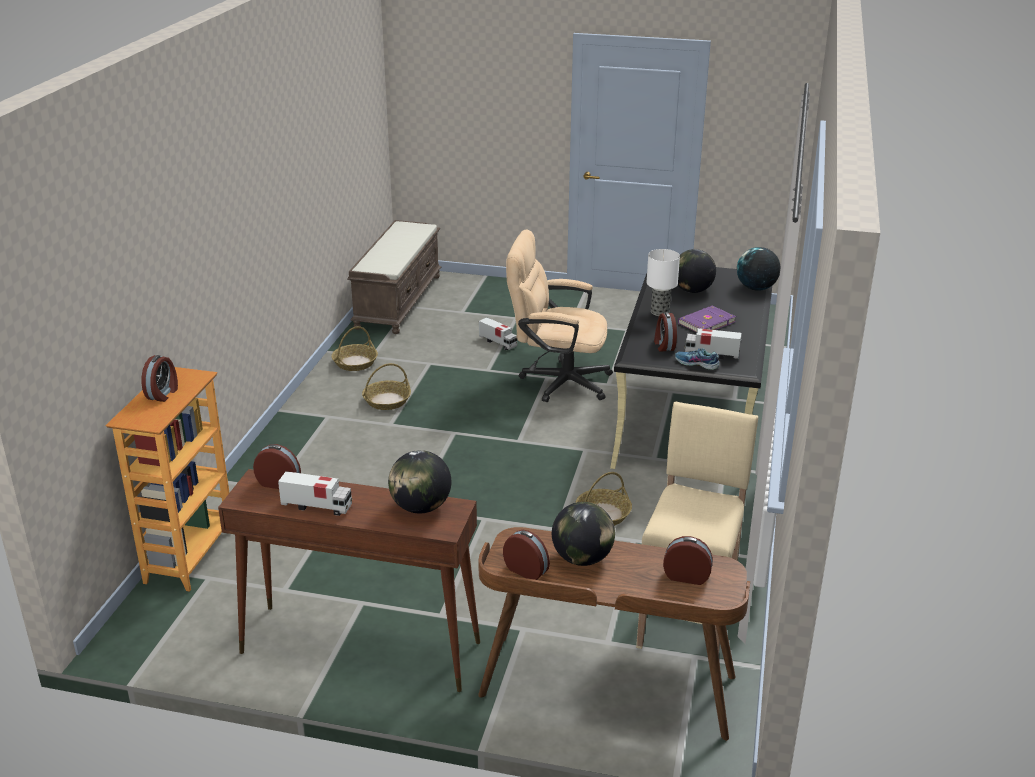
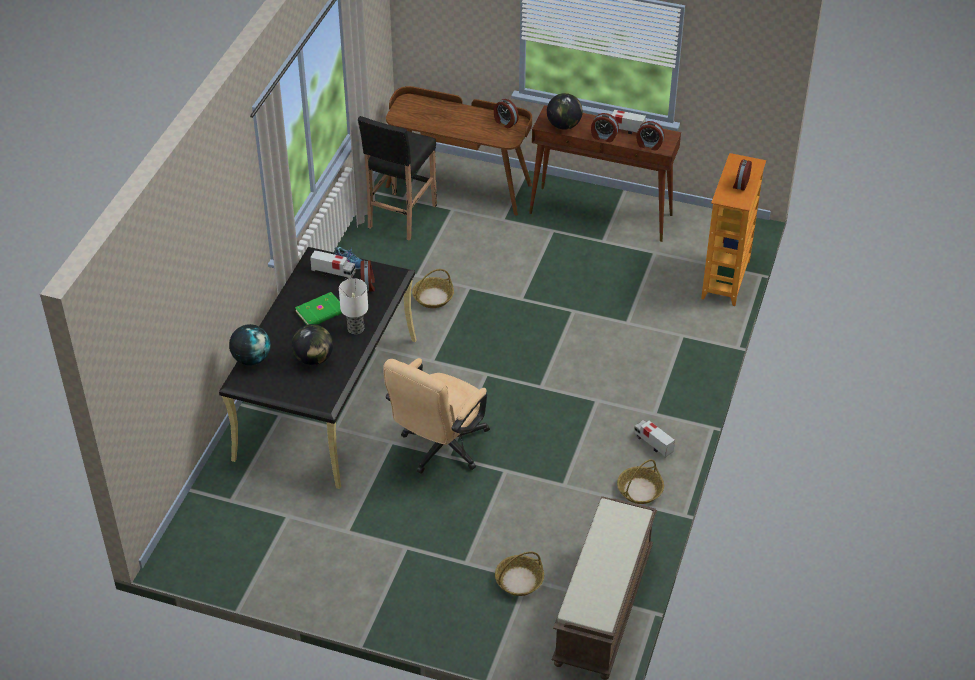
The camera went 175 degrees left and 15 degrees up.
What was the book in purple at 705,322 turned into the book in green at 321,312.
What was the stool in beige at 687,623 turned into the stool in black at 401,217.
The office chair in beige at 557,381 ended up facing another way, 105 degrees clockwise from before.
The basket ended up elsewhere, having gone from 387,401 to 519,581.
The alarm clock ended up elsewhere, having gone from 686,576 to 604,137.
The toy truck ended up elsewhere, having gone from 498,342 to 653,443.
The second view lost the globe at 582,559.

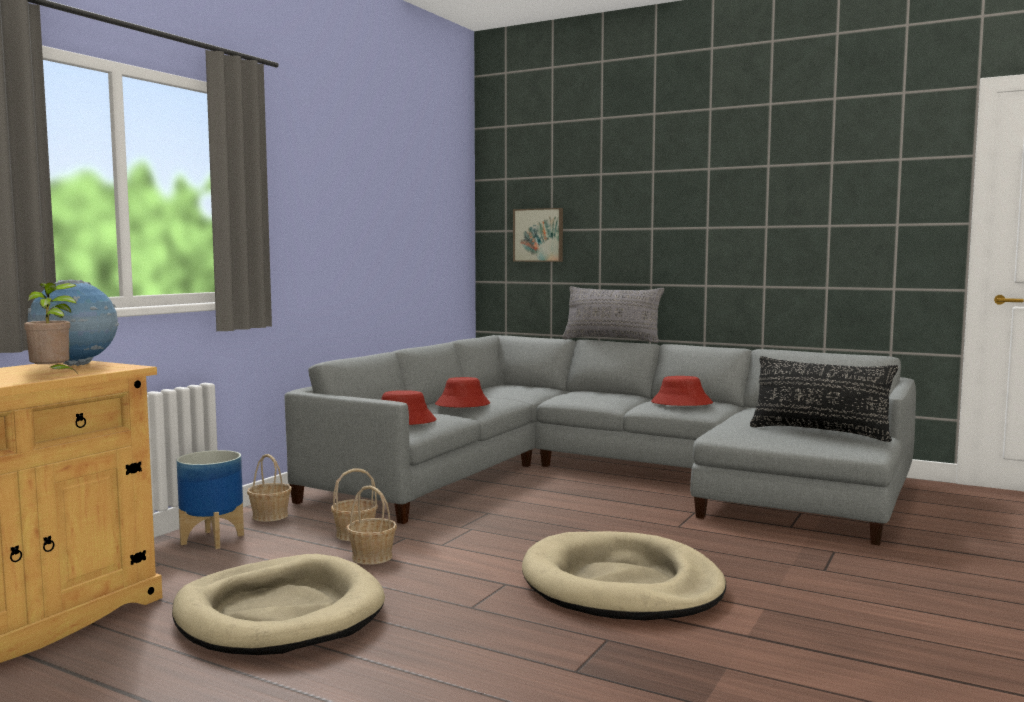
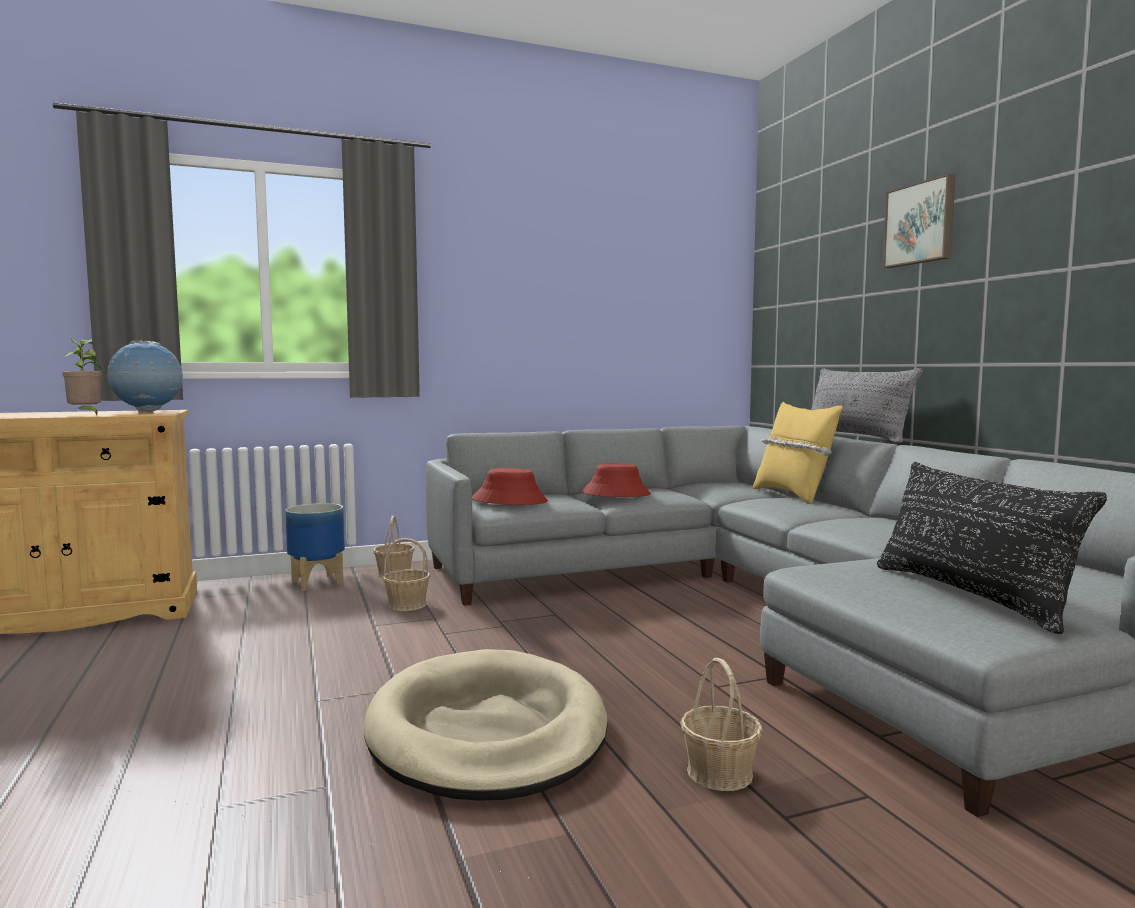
The camera went 40 degrees right and 0 degrees up.
The basket ended up elsewhere, having gone from 372,557 to 720,772.
The second view gained the pillow in yellow at 793,495.
The picture ended up elsewhere, having gone from 539,235 to 920,223.
The second view lost the dog bed in beige at 279,614.
The second view lost the hat in red at 681,403.

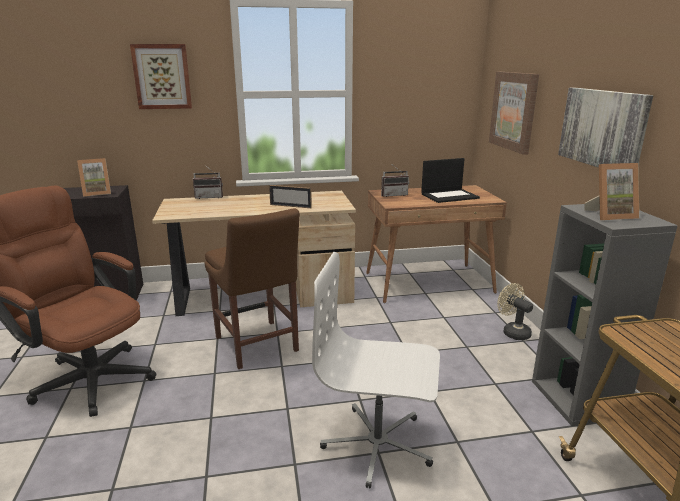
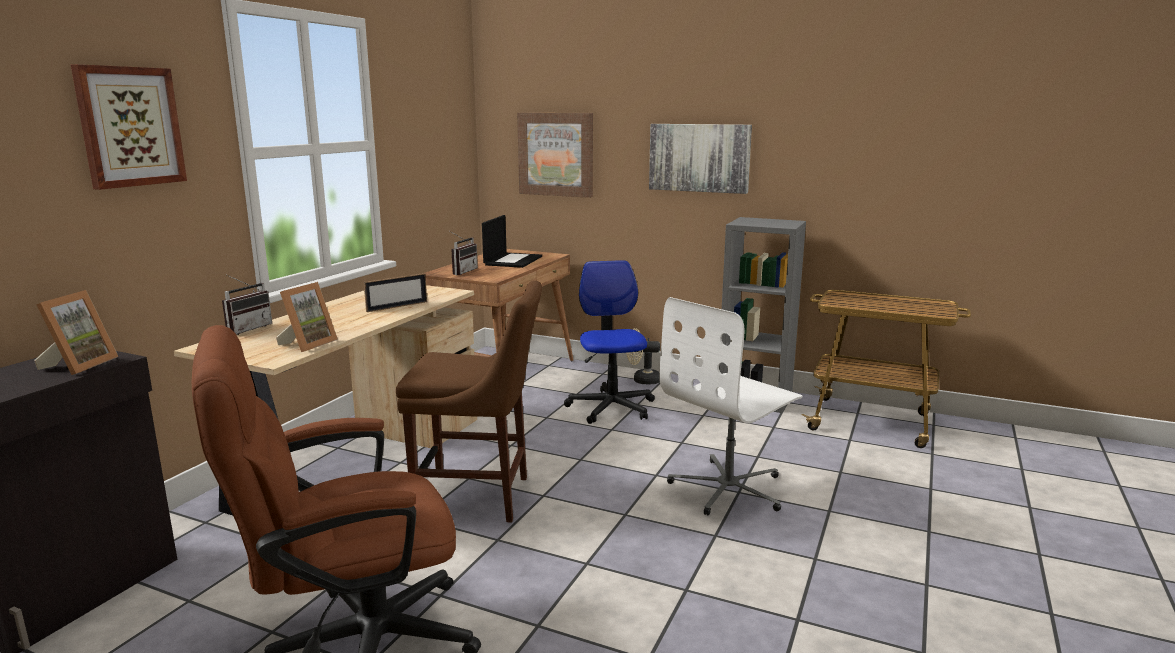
The camera went 55 degrees left and 5 degrees down.
The picture frame ended up elsewhere, having gone from 610,215 to 308,344.
The second view gained the office chair at 611,407.

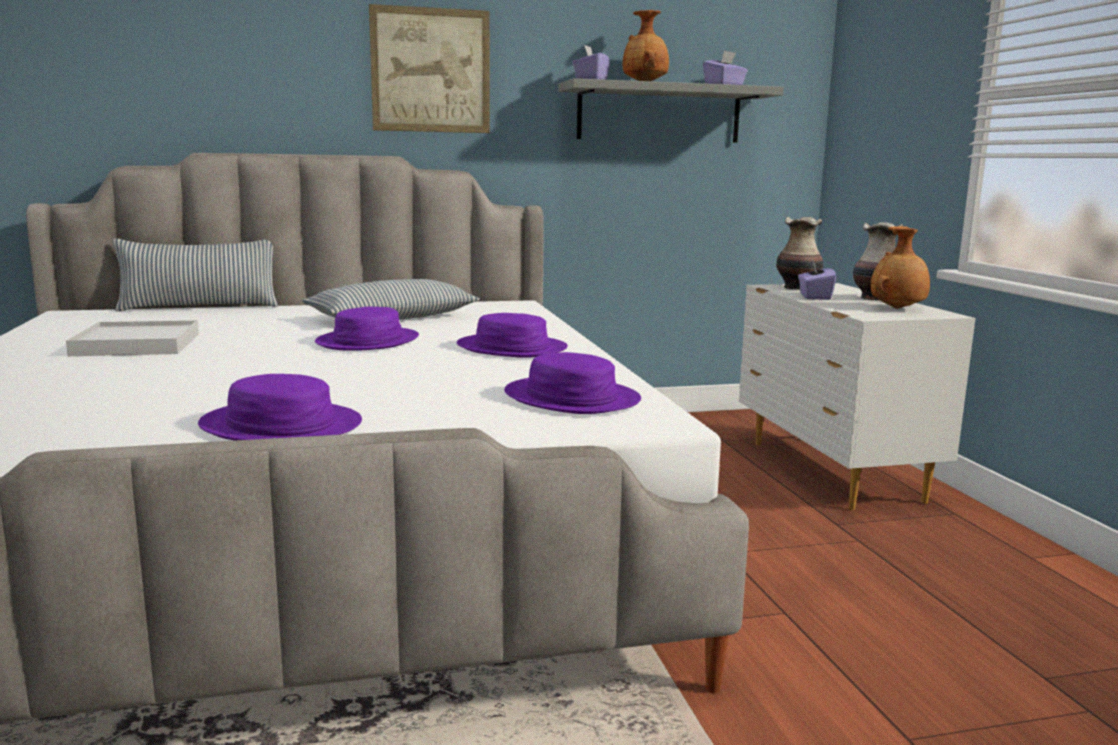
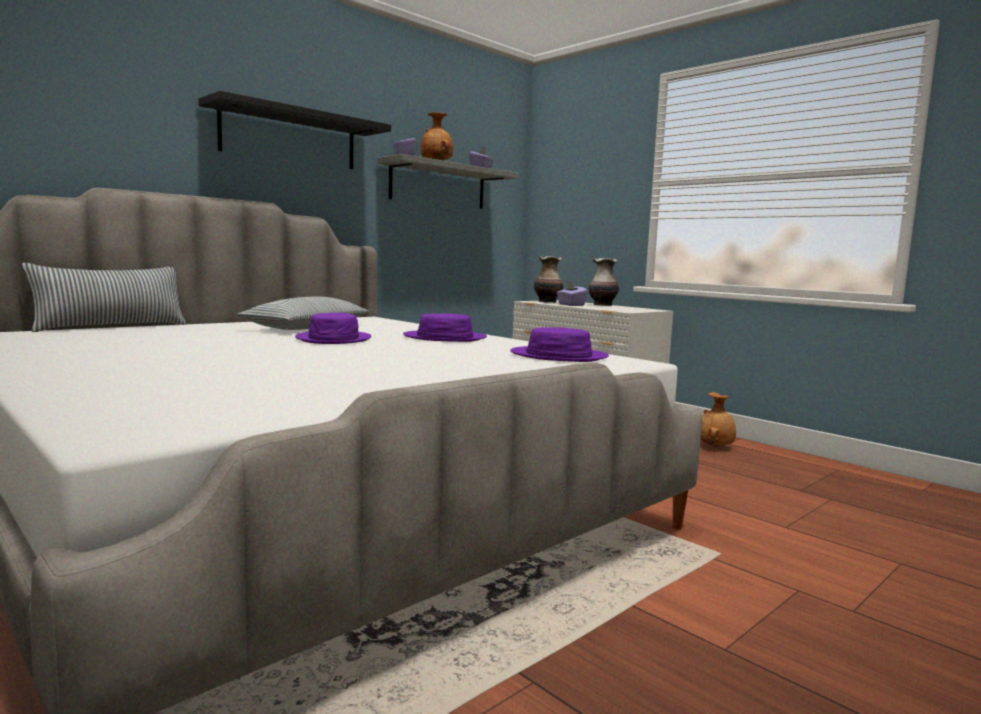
The camera went 30 degrees left and 5 degrees down.
Where the picture hung at 430,70, the shelf in black came to hang at 289,138.
The vase in brown ended up elsewhere, having gone from 898,308 to 716,447.
The second view lost the tray in white at 137,345.
The second view lost the hat in purple at 281,426.

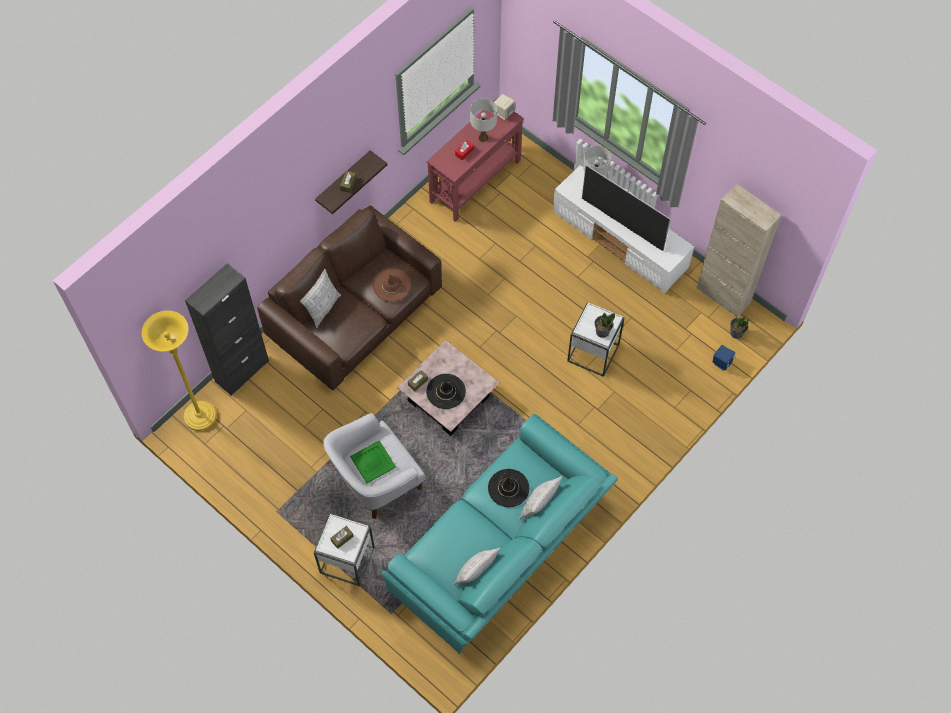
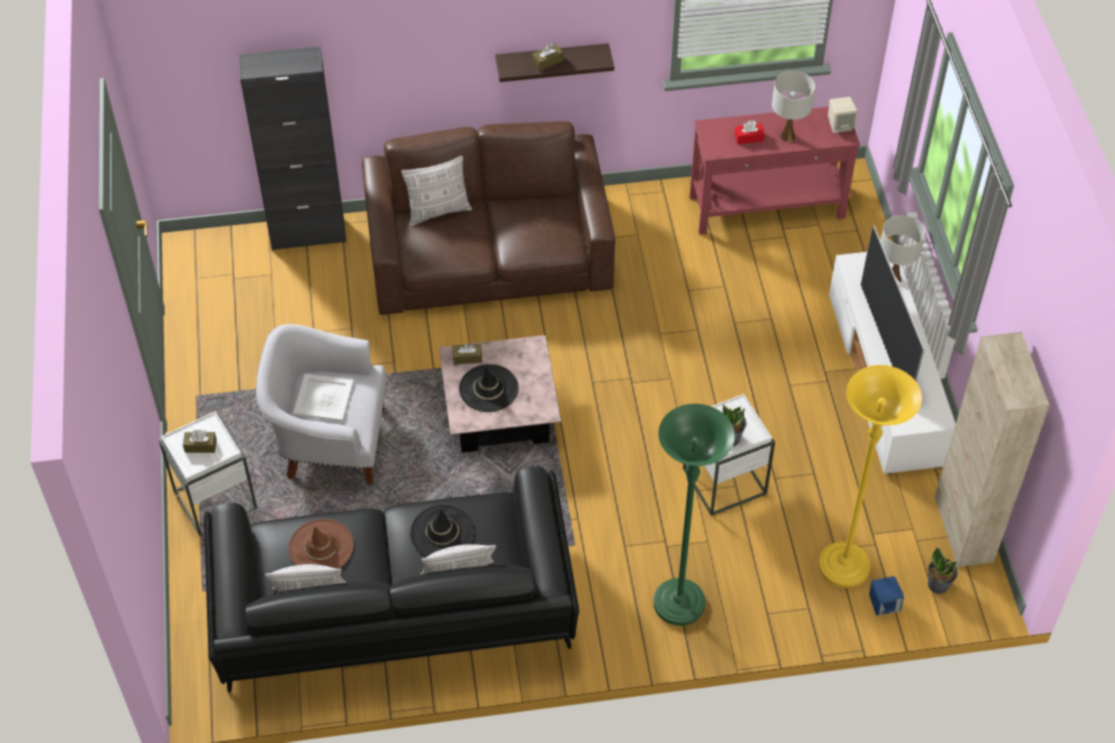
The camera went 40 degrees right and 10 degrees down.
What was the sofa in turquoise at 500,548 turned into the sofa in black at 393,614.
The hat in brown ended up elsewhere, having gone from 392,285 to 321,547.
What was the tray in green at 373,462 turned into the tray in white at 323,398.
The second view gained the floor lamp in green at 679,604.
The floor lamp in yellow ended up elsewhere, having gone from 200,417 to 843,567.

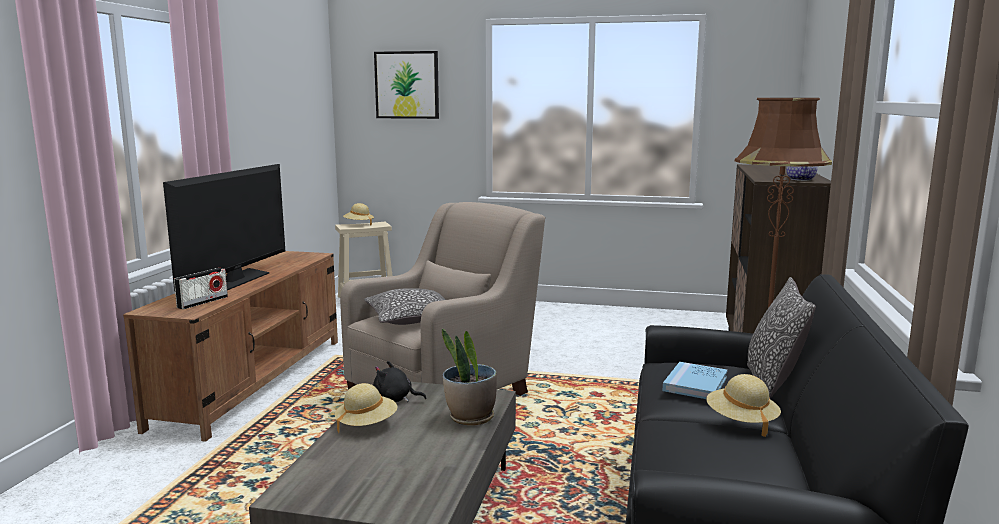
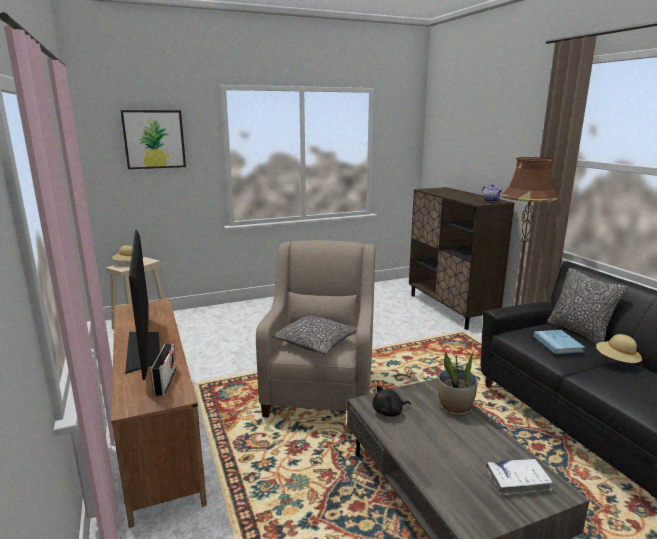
The camera went 35 degrees left and 5 degrees up.
The second view gained the book in white at 517,481.
The second view lost the hat in beige at 366,424.

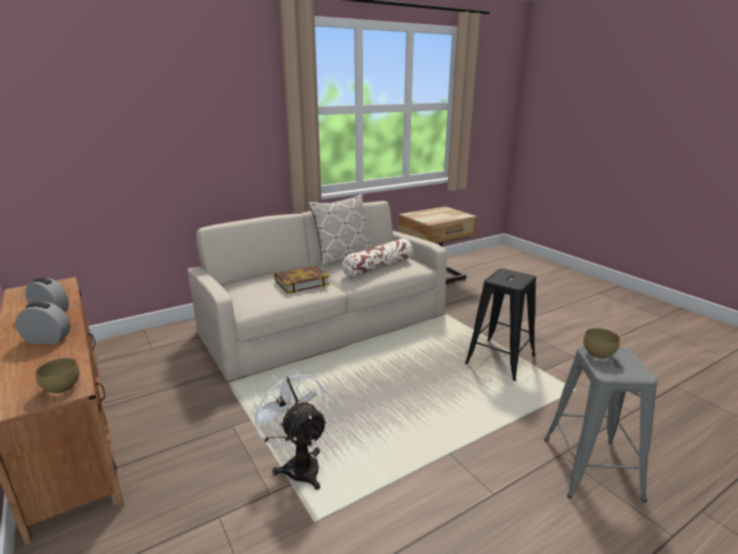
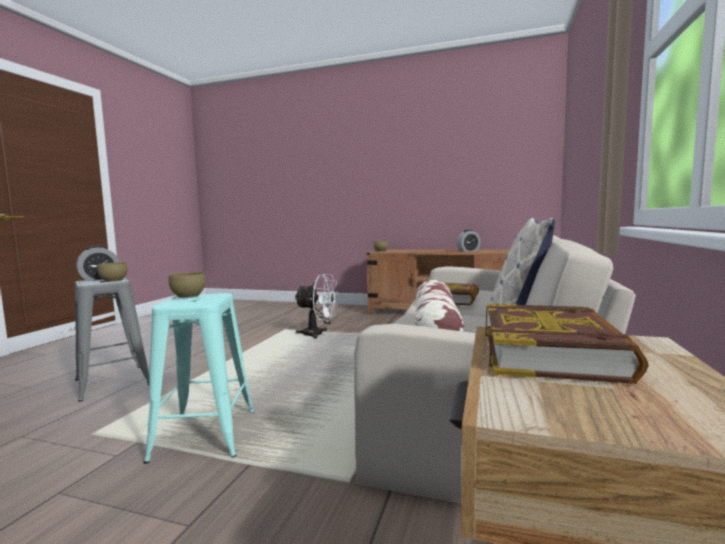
The camera went 140 degrees right and 15 degrees down.
The alarm clock ended up elsewhere, having gone from 47,340 to 100,279.
What was the stool in black at 500,359 turned into the stool in turquoise at 205,435.
The second view gained the bowl in brown at 188,296.
The second view gained the book at 551,352.

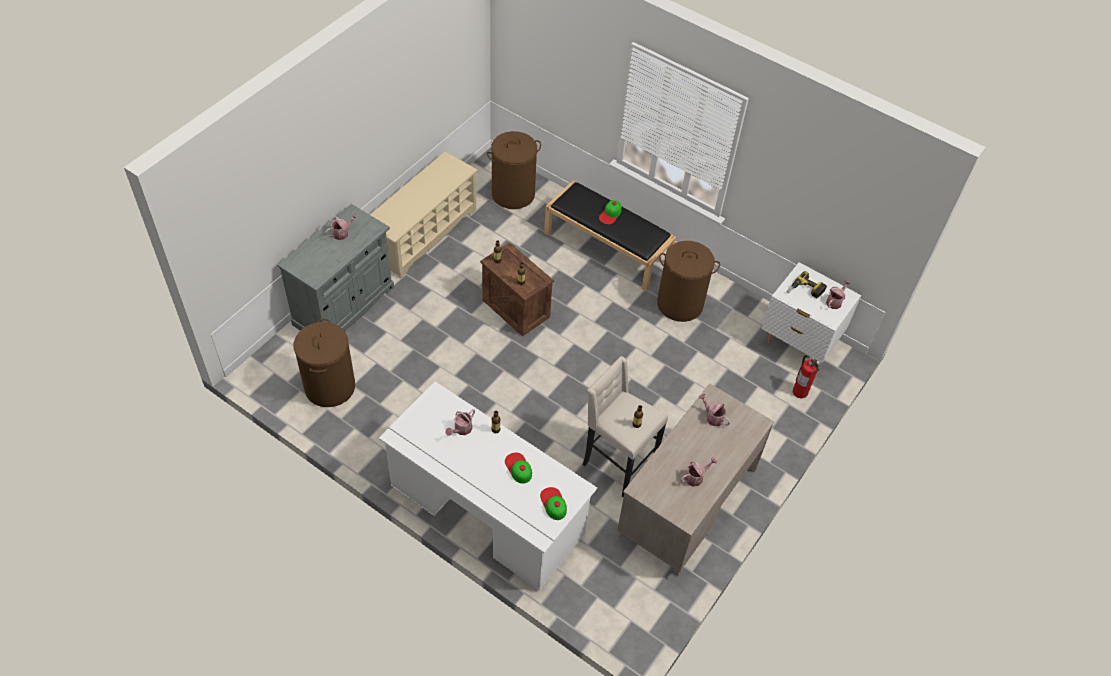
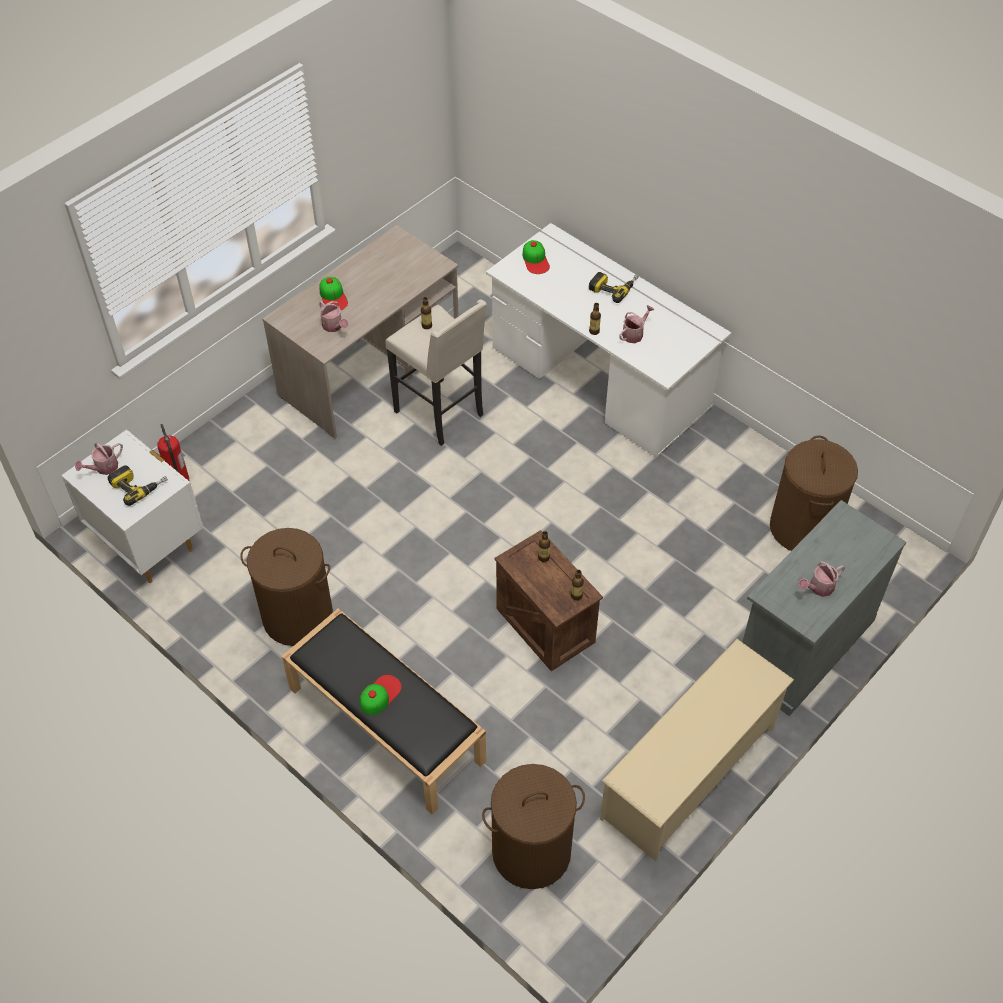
The camera went 170 degrees left and 0 degrees up.
The cap ended up elsewhere, having gone from 518,468 to 333,296.
The second view gained the power drill at 613,287.
The second view lost the watering can at 696,477.

